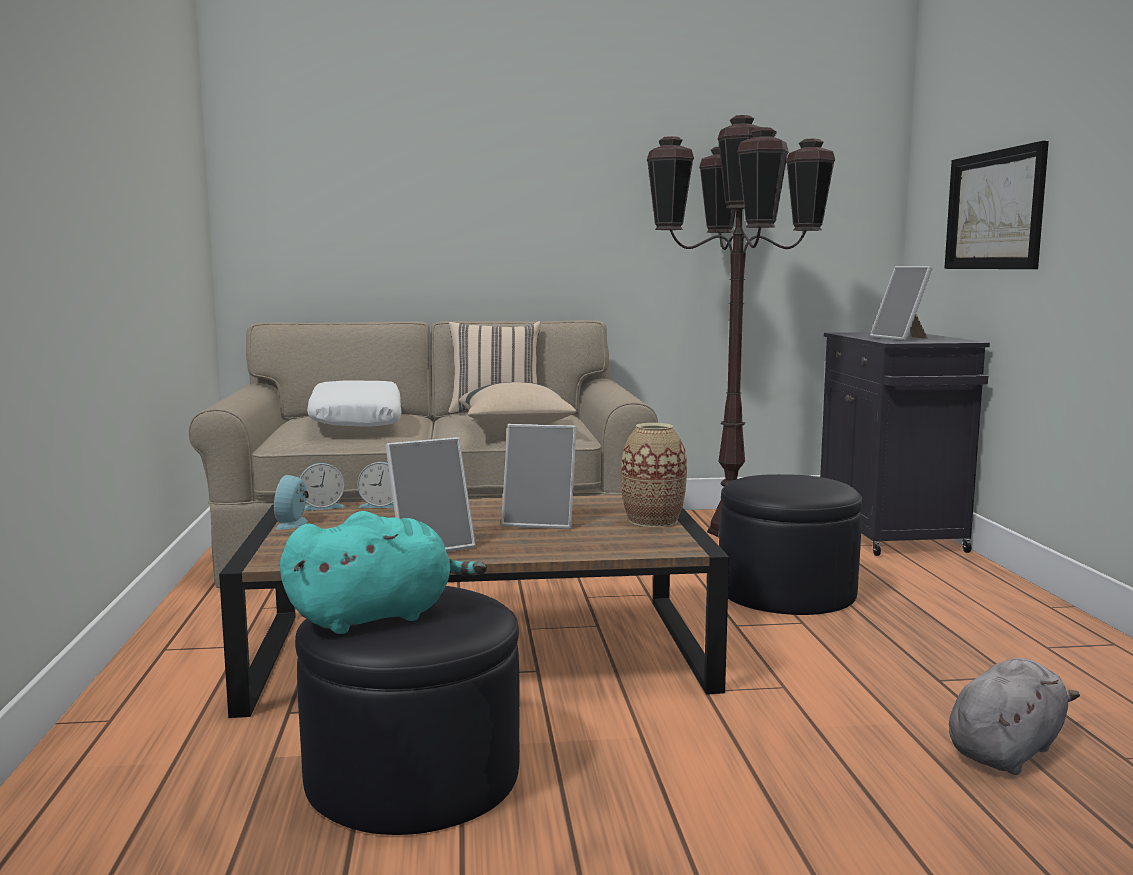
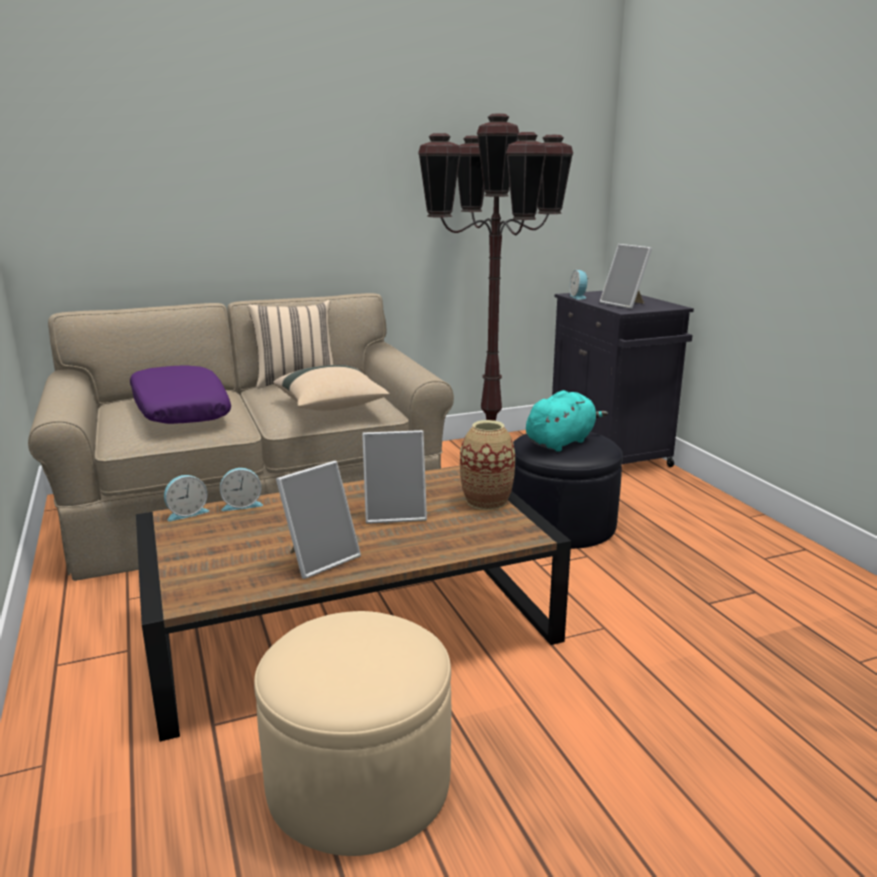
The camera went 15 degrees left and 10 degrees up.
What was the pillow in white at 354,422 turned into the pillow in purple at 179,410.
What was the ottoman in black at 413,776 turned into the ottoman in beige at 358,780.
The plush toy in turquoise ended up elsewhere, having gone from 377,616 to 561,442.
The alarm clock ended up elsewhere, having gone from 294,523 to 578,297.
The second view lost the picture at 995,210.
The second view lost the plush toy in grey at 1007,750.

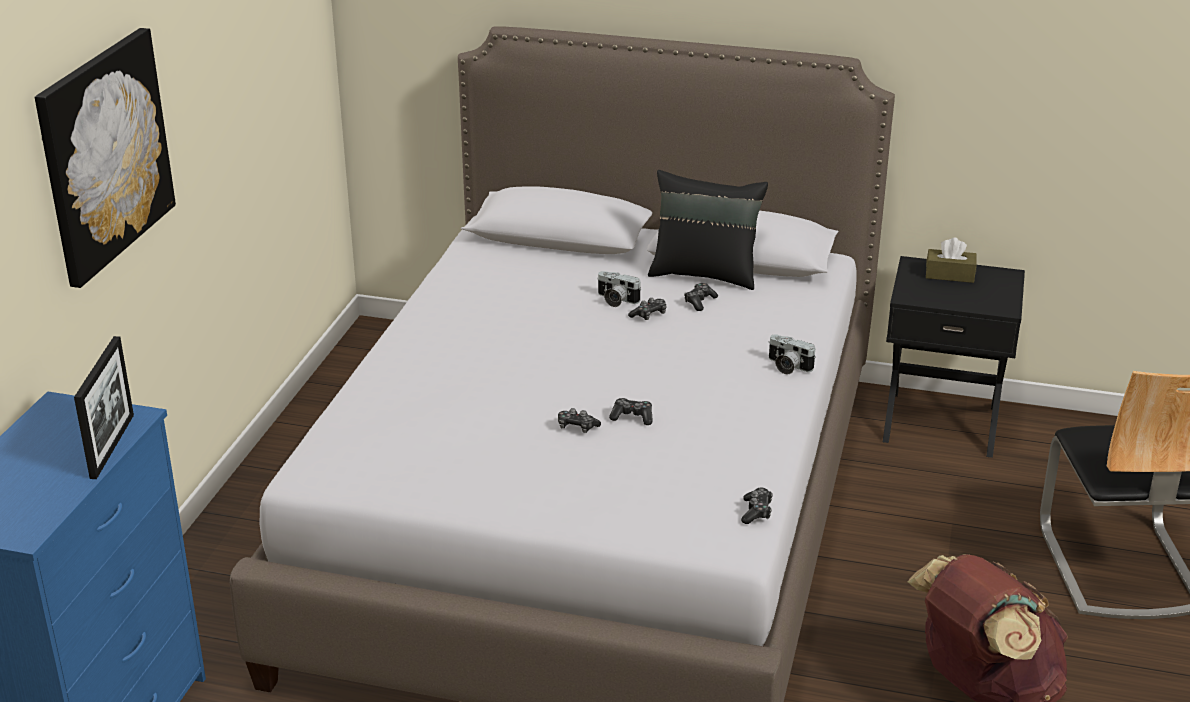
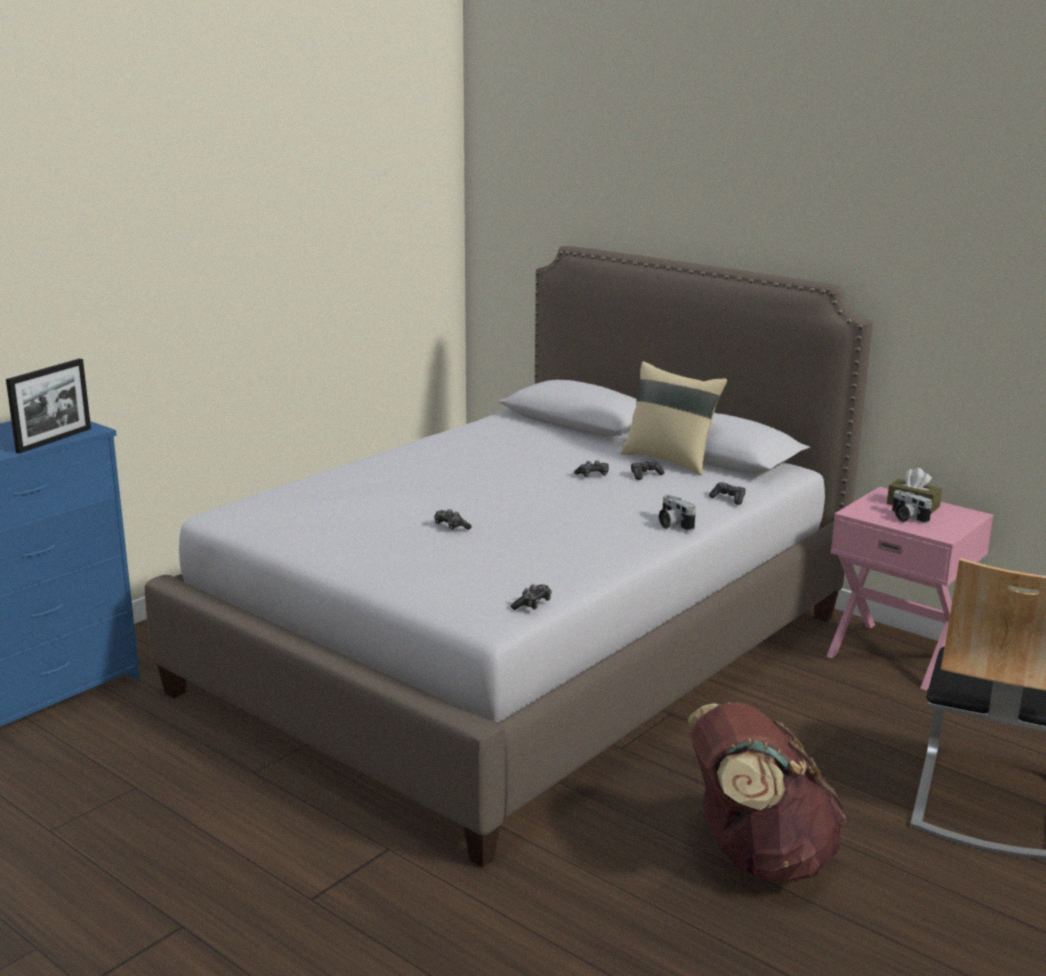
The camera went 25 degrees right and 10 degrees down.
What was the pillow in black at 705,274 turned into the pillow in beige at 670,460.
The game controller ended up elsewhere, having gone from 632,417 to 728,498.
What was the nightstand in black at 941,422 turned into the nightstand in pink at 897,654.
The photo camera ended up elsewhere, having gone from 616,300 to 906,518.
The second view lost the picture at 104,154.

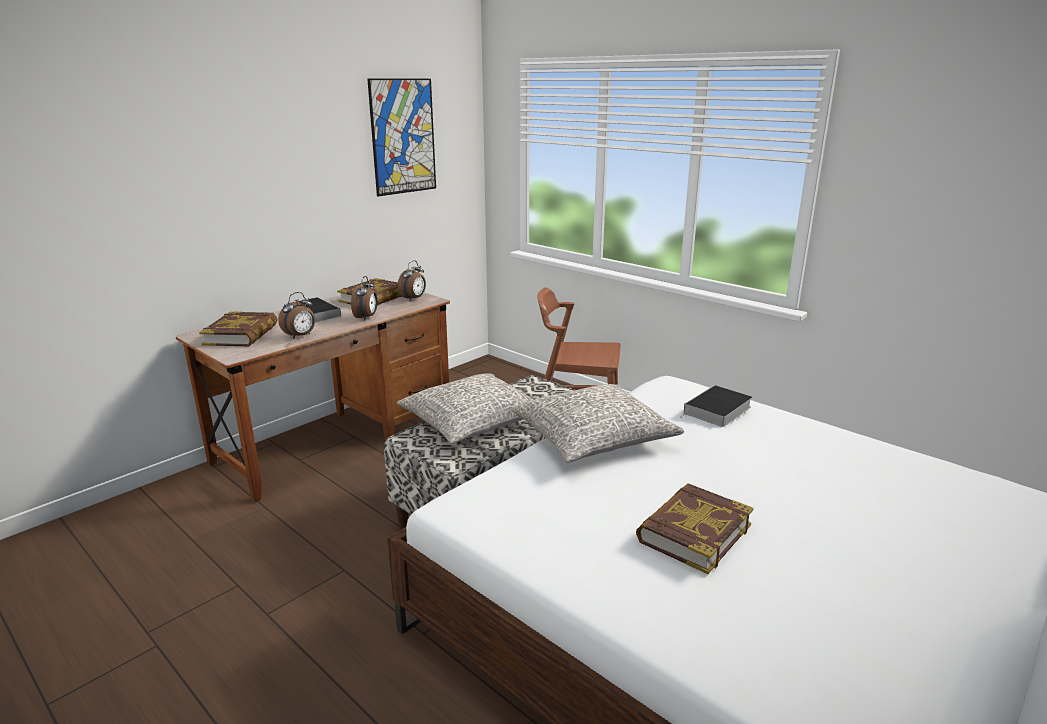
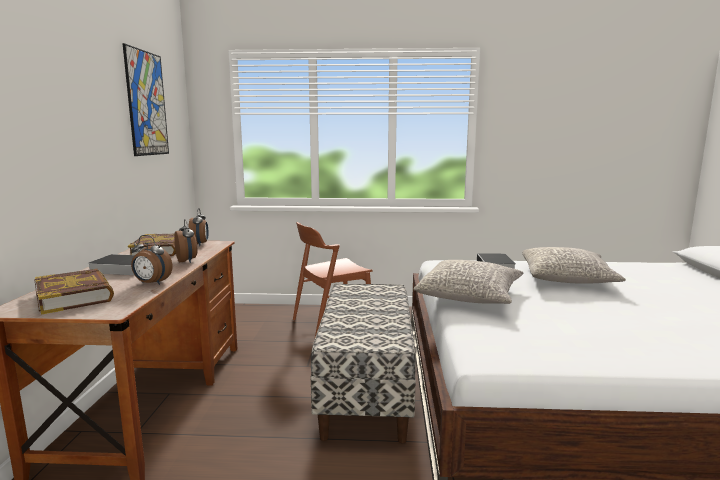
The camera went 40 degrees left and 10 degrees down.
The alarm clock at 300,336 ended up facing another way, 105 degrees clockwise from before.
The pillow in grey ended up elsewhere, having gone from 473,423 to 566,279.
The second view lost the book at 693,533.

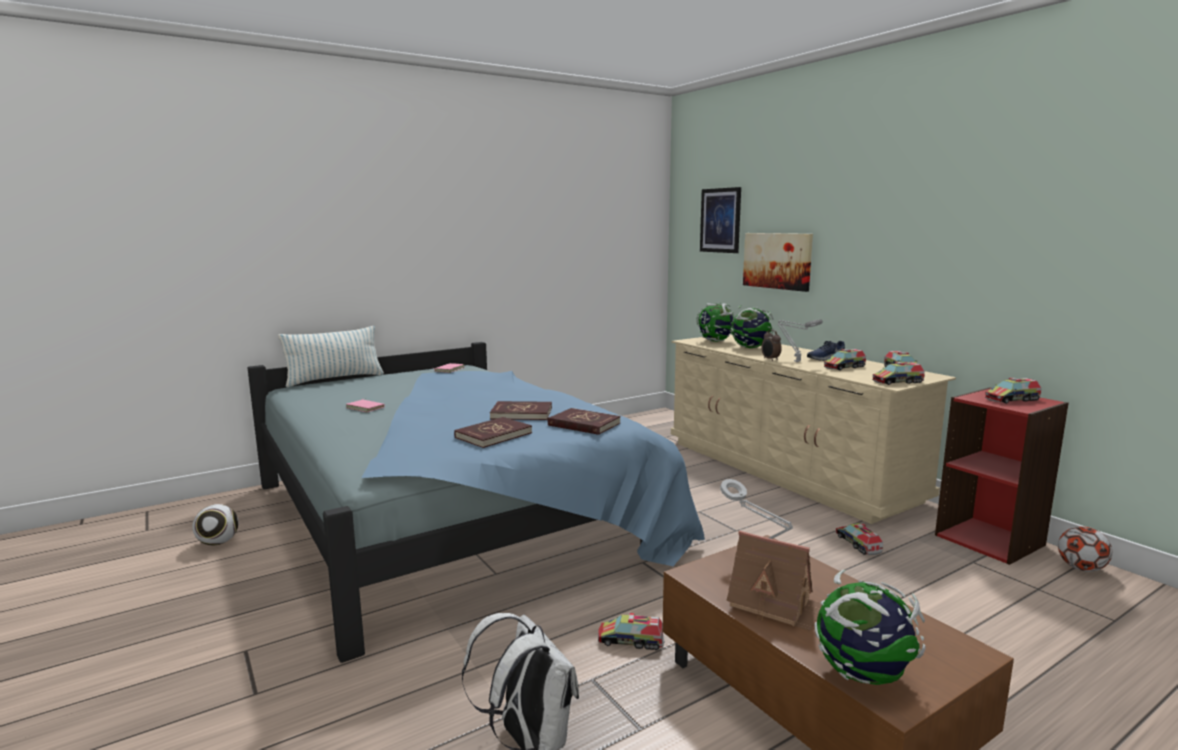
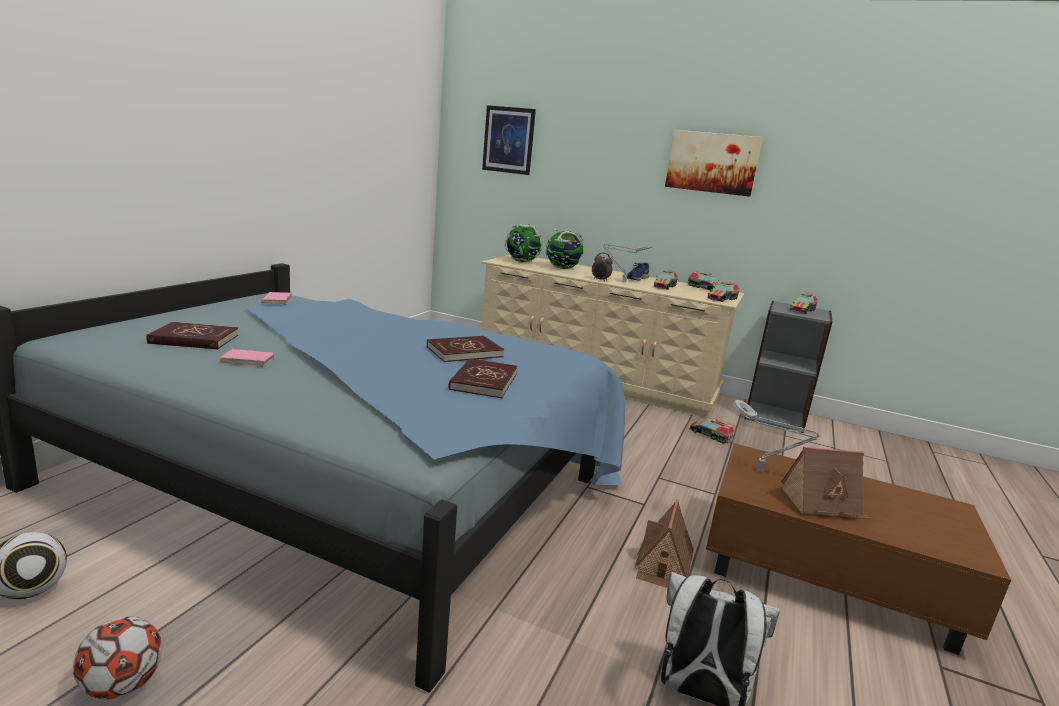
The camera went 35 degrees left and 5 degrees up.
The football ended up elsewhere, having gone from 1081,568 to 123,685.
The book in red ended up elsewhere, having gone from 584,424 to 194,339.
Where the toy truck stood at 631,640, the toy house came to stand at 663,565.
The picture ended up elsewhere, having gone from 777,260 to 712,162.
What was the bookcase in red at 990,540 turned into the bookcase in grey at 775,416.
The second view lost the pillow at 335,379.
The second view lost the globe at 863,675.

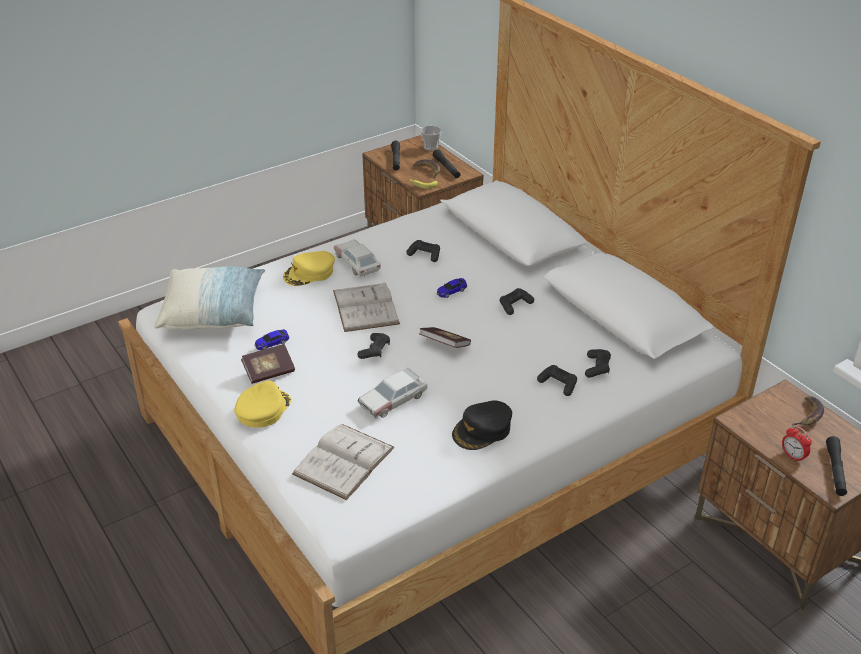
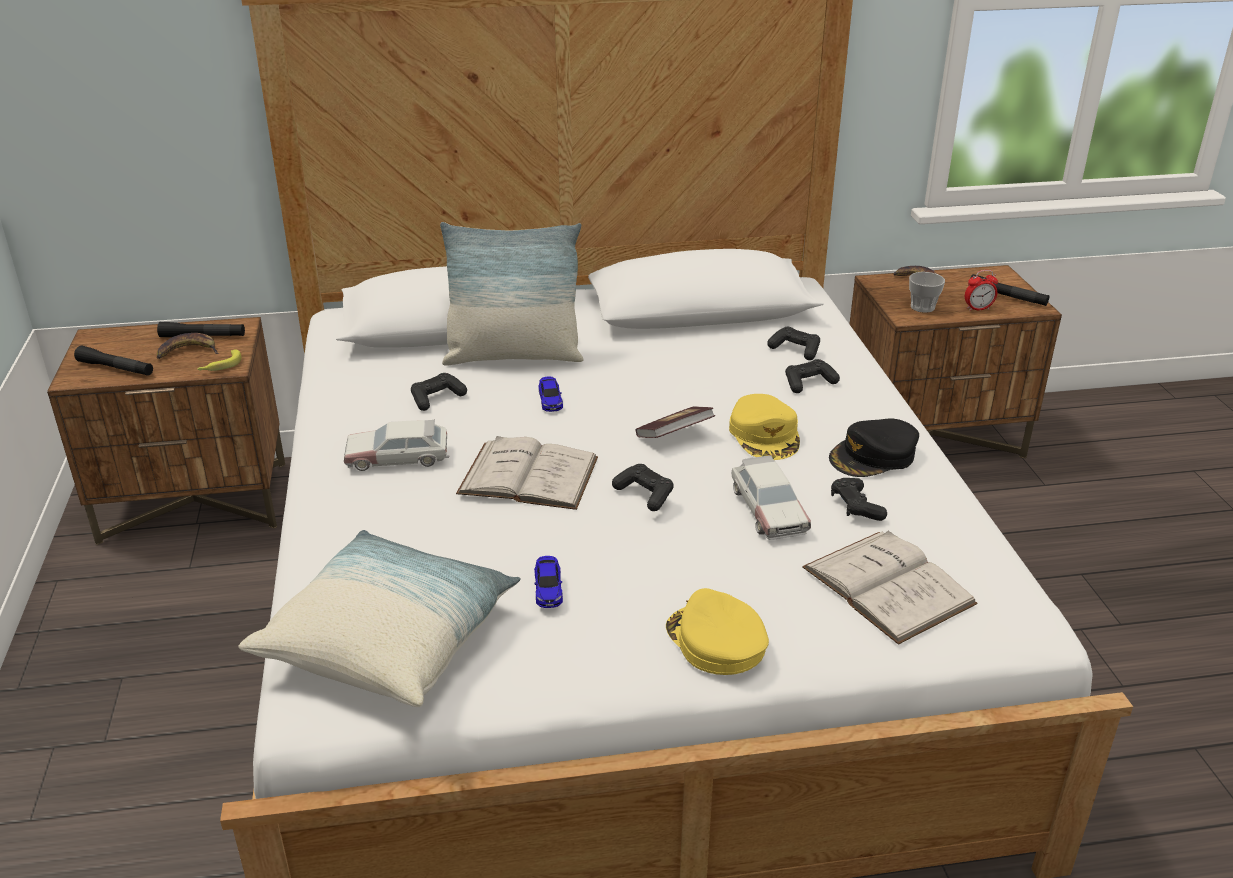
The camera went 65 degrees left and 5 degrees down.
The second view gained the pillow at 514,356.
The cap in yellow ended up elsewhere, having gone from 309,273 to 765,435.
The cap in black at 482,430 ended up facing another way, 75 degrees clockwise from before.
The game controller in black ended up elsewhere, having gone from 515,305 to 856,507.
The cup ended up elsewhere, having gone from 430,147 to 922,307.
The second view lost the book at 269,372.

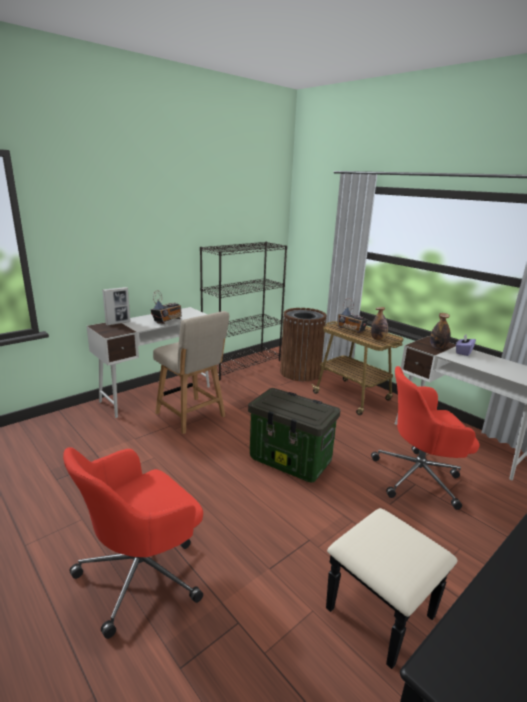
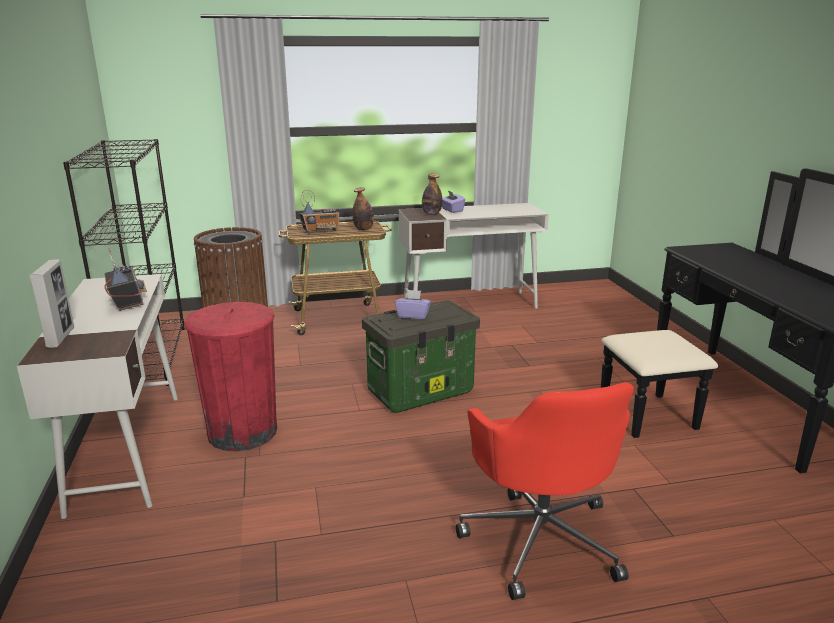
The camera went 60 degrees left and 0 degrees up.
Where the chair in beige stood at 192,416, the trash can in red came to stand at 242,432.
The second view gained the tissue box in purple at 413,315.
The second view lost the office chair in red at 419,477.

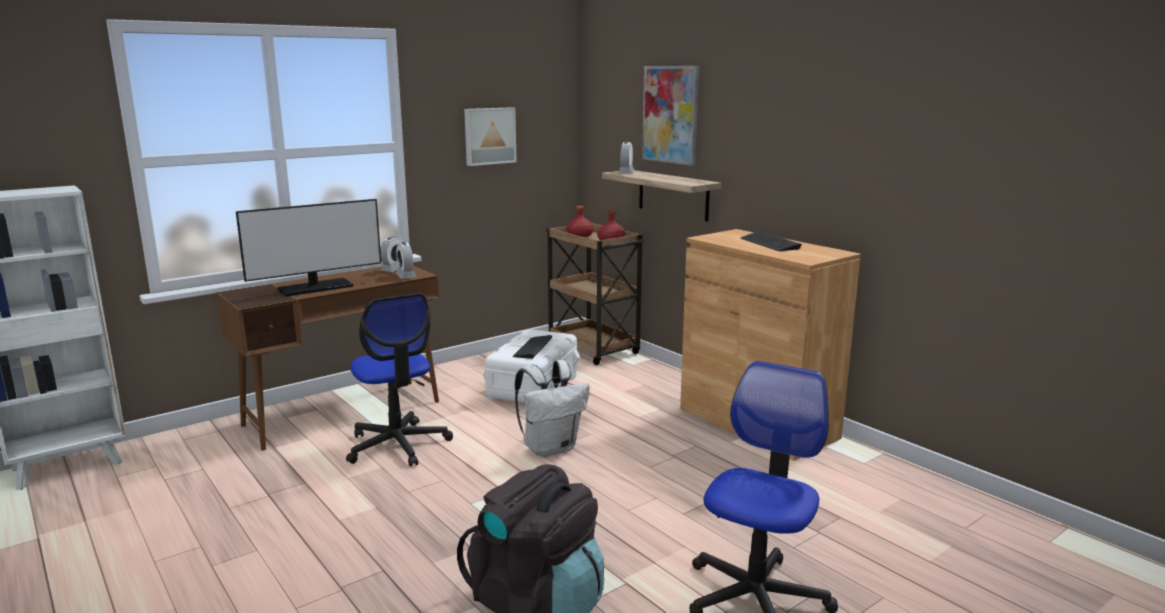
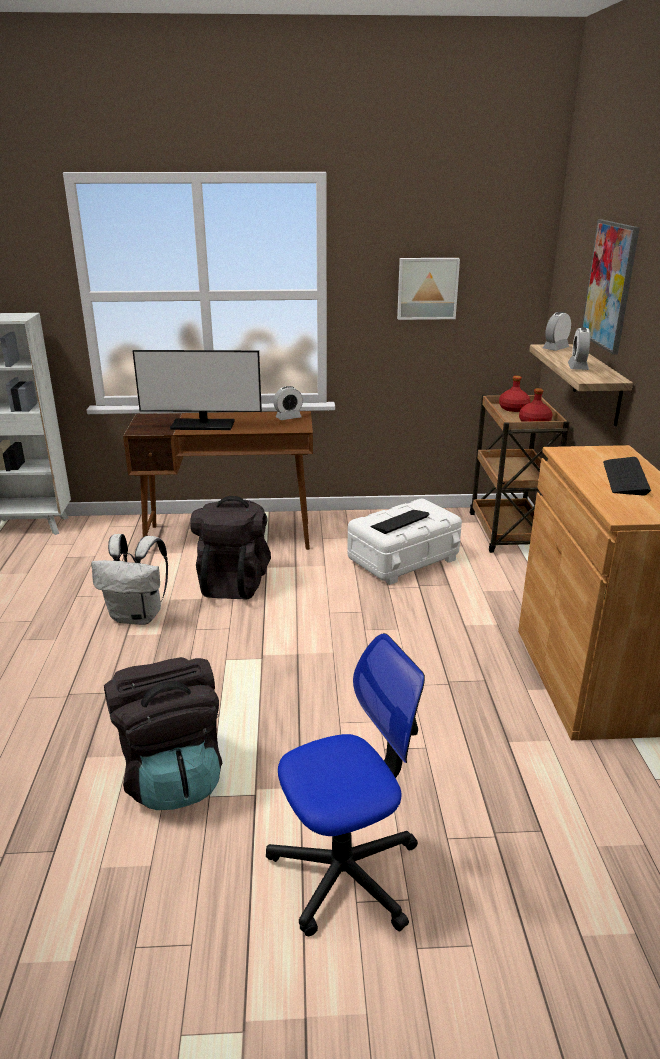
The camera went 35 degrees right and 10 degrees up.
The backpack in white ended up elsewhere, having gone from 551,448 to 138,616.
Where the office chair stood at 398,445, the backpack in black came to stand at 234,582.
The alarm clock ended up elsewhere, having gone from 406,276 to 577,367.

